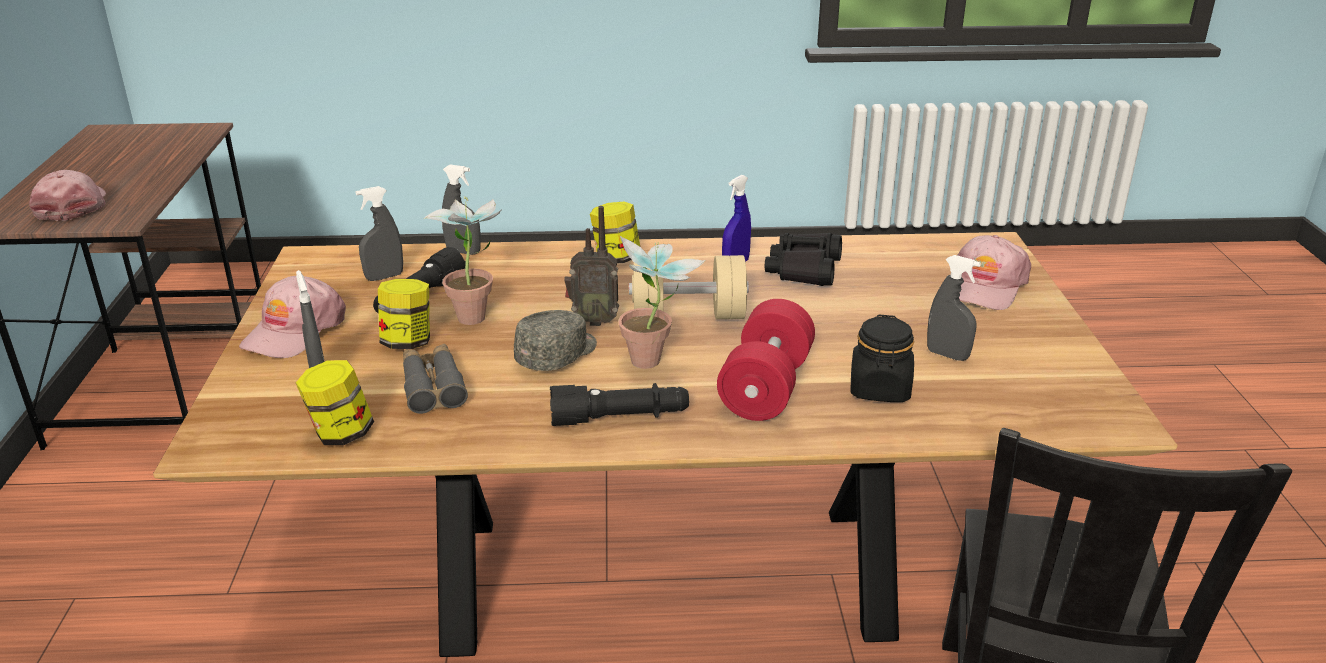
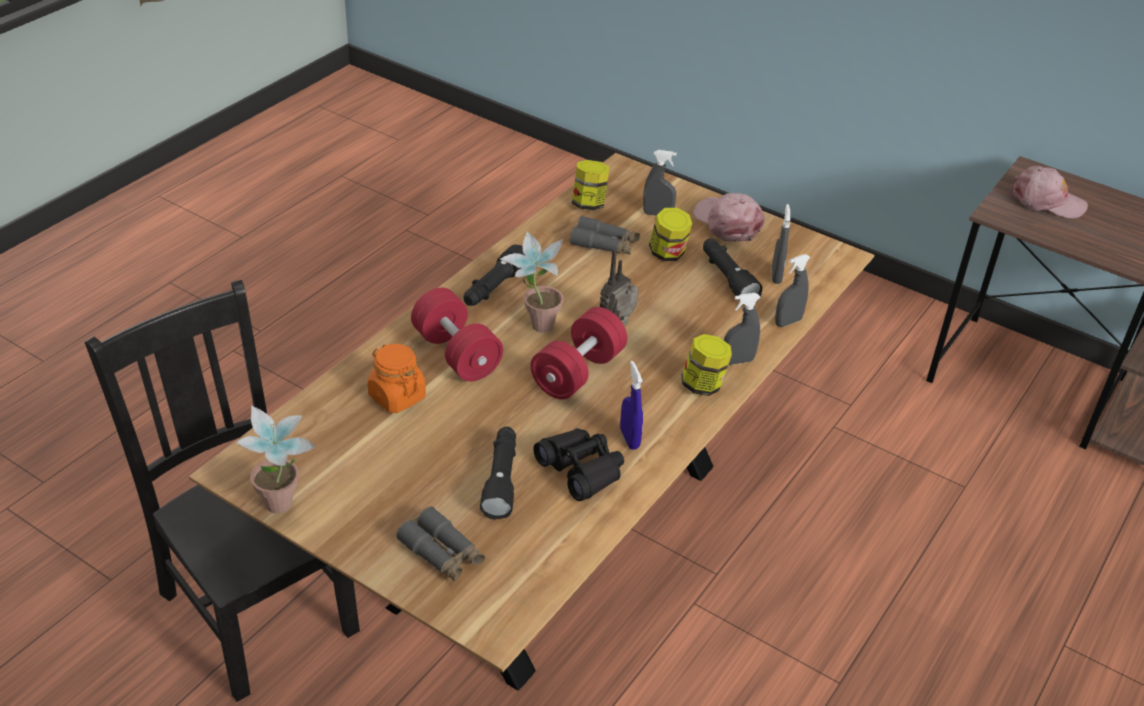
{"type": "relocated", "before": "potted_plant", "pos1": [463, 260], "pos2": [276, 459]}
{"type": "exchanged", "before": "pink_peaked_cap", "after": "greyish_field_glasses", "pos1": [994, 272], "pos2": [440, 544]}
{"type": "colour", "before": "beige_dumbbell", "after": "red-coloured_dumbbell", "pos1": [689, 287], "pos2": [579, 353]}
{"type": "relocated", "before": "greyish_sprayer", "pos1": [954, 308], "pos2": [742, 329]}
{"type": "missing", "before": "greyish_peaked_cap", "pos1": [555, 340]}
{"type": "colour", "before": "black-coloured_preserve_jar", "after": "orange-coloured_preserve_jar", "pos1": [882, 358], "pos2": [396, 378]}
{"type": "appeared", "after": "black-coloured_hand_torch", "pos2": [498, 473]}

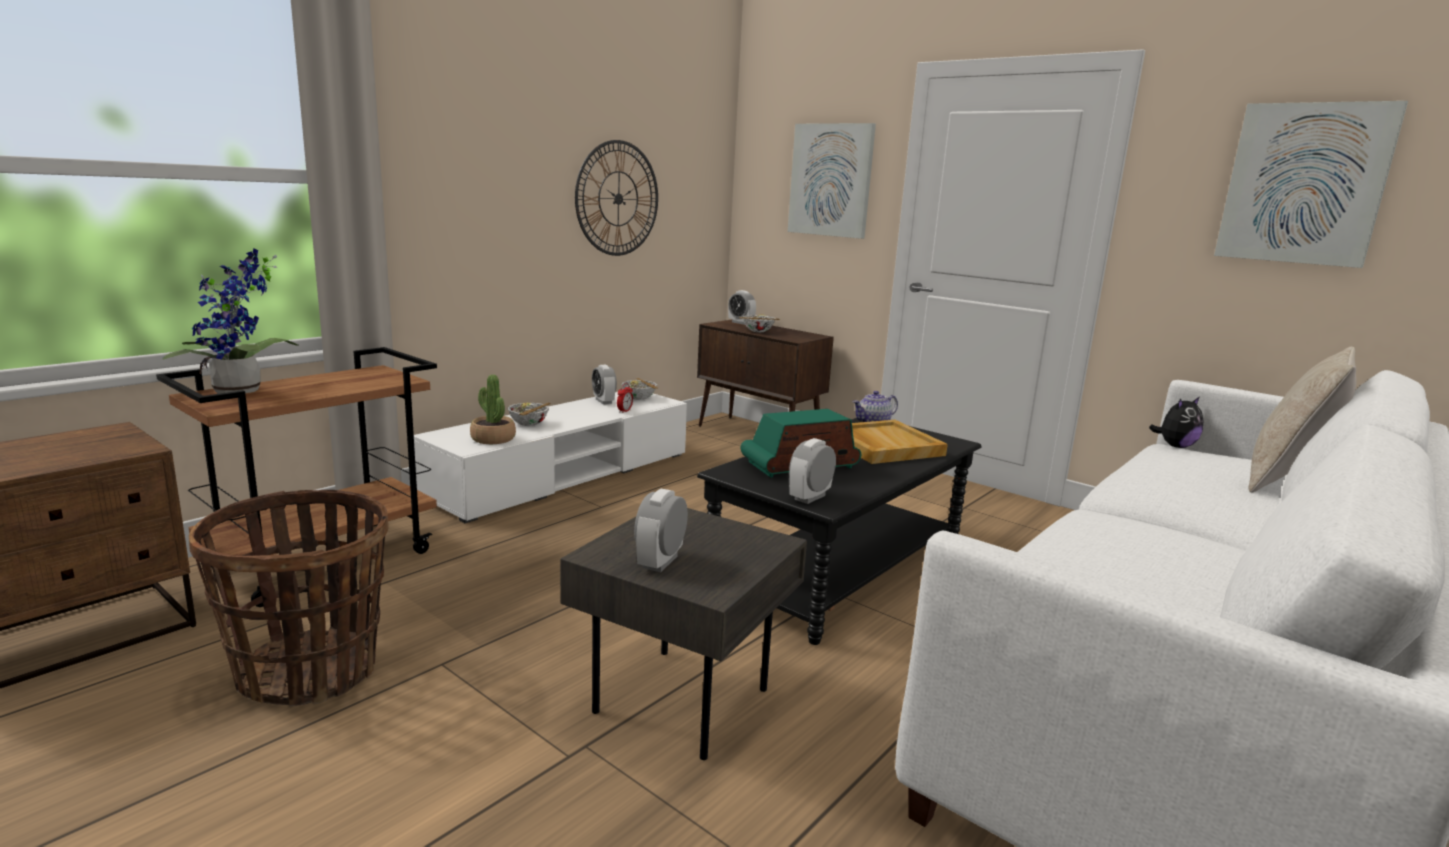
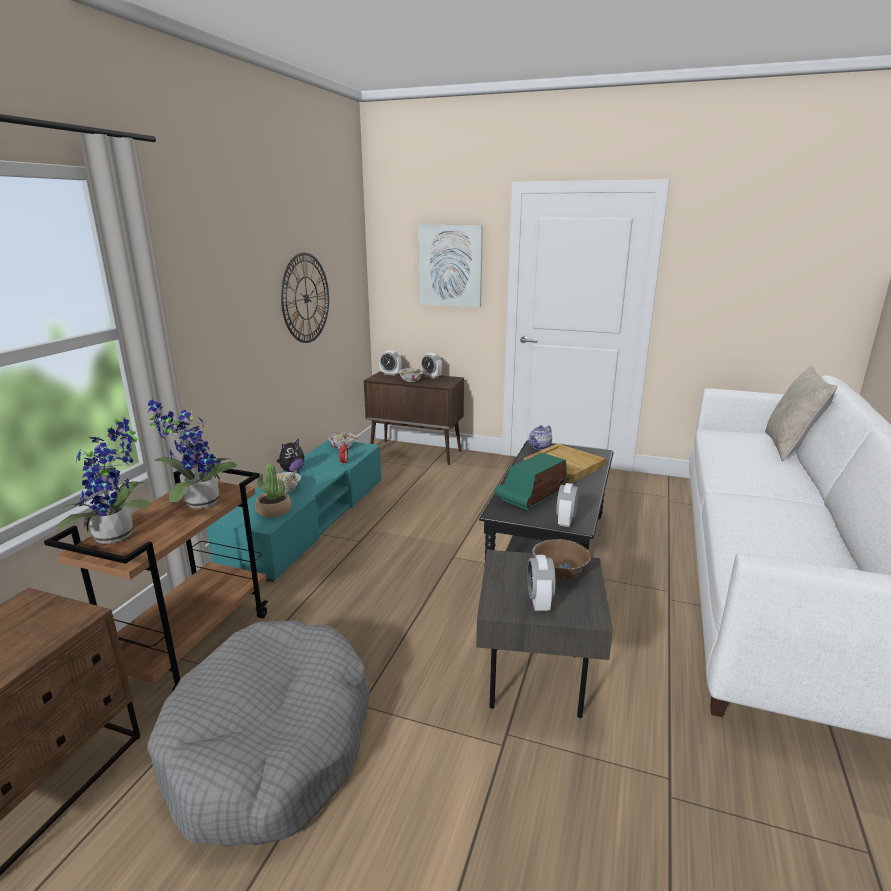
{"type": "missing", "before": "wall_art", "pos1": [1311, 184]}
{"type": "relocated", "before": "bedside_clock", "pos1": [604, 384], "pos2": [431, 365]}
{"type": "colour", "before": "white-coloured_media_console", "after": "blue-green_media_console", "pos1": [550, 457], "pos2": [294, 510]}
{"type": "relocated", "before": "plush_toy", "pos1": [1176, 422], "pos2": [290, 455]}
{"type": "exchanged", "before": "basket", "after": "greyish_pet_bed", "pos1": [288, 598], "pos2": [258, 733]}
{"type": "appeared", "after": "potted_plant", "pos2": [192, 454]}
{"type": "appeared", "after": "brownish_bowl", "pos2": [561, 559]}

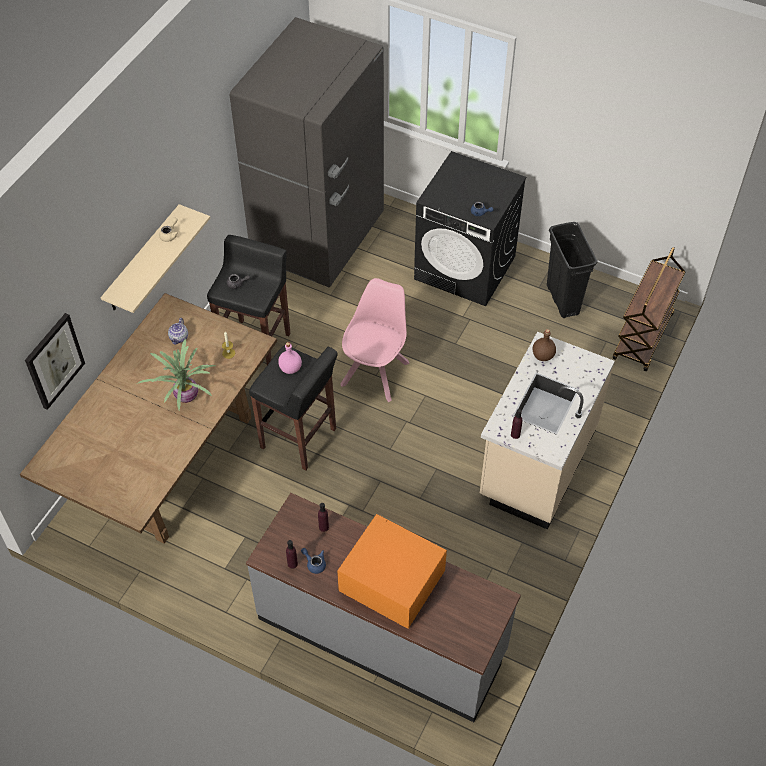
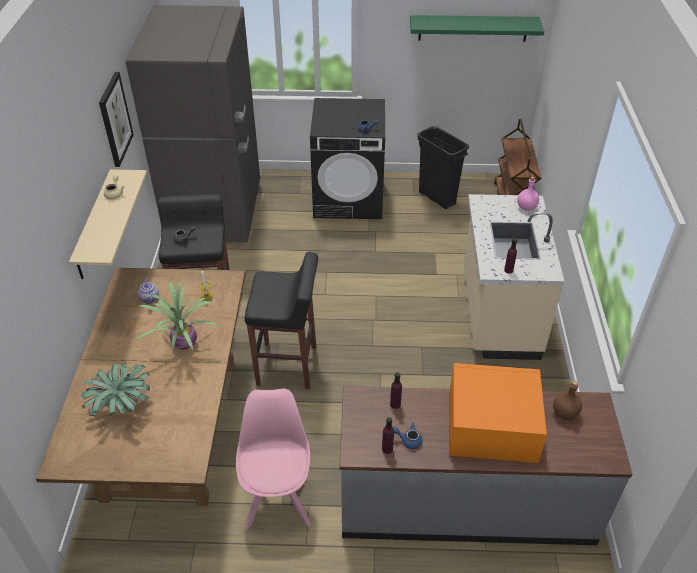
{"type": "relocated", "before": "pink_upright_chair", "pos1": [375, 340], "pos2": [273, 459]}
{"type": "relocated", "before": "wall_art", "pos1": [55, 361], "pos2": [116, 119]}
{"type": "relocated", "before": "brownish_beverage_bottle", "pos1": [544, 345], "pos2": [567, 400]}
{"type": "relocated", "before": "pink_beverage_bottle", "pos1": [290, 358], "pos2": [528, 194]}
{"type": "appeared", "after": "green-coloured_wall_shelf", "pos2": [477, 28]}
{"type": "appeared", "after": "potted_plant", "pos2": [115, 389]}

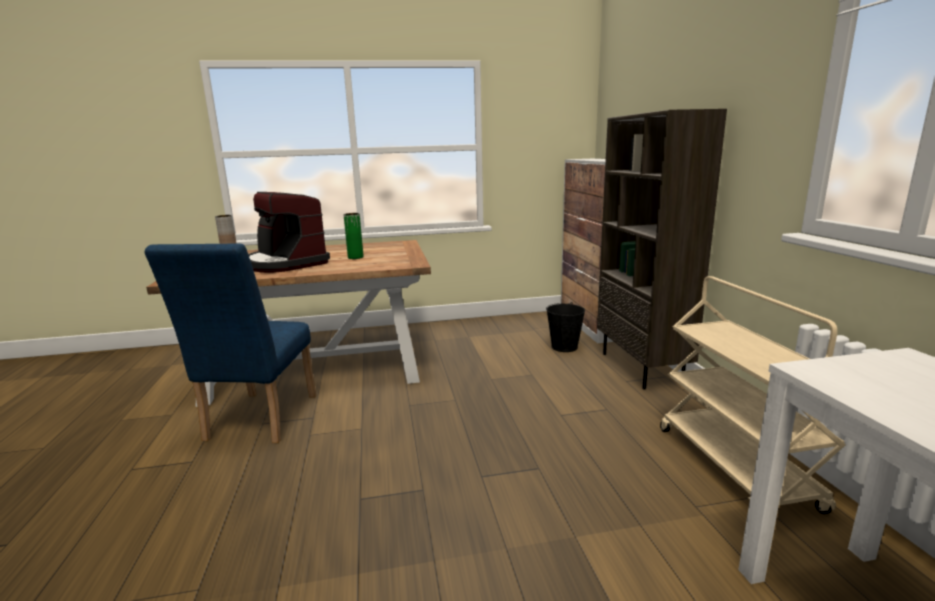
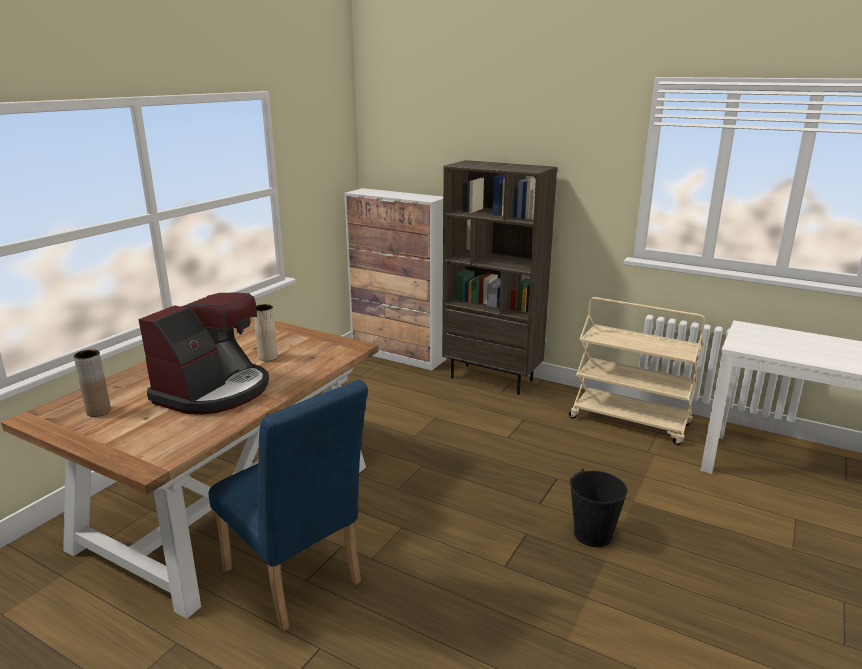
{"type": "spun", "before": "coffee_machine", "pos1": [289, 232], "pos2": [203, 354], "turn": -60}
{"type": "colour", "before": "green-coloured_decorative_vase", "after": "beige_decorative_vase", "pos1": [354, 236], "pos2": [266, 332]}
{"type": "relocated", "before": "black-coloured_pail", "pos1": [565, 327], "pos2": [598, 508]}

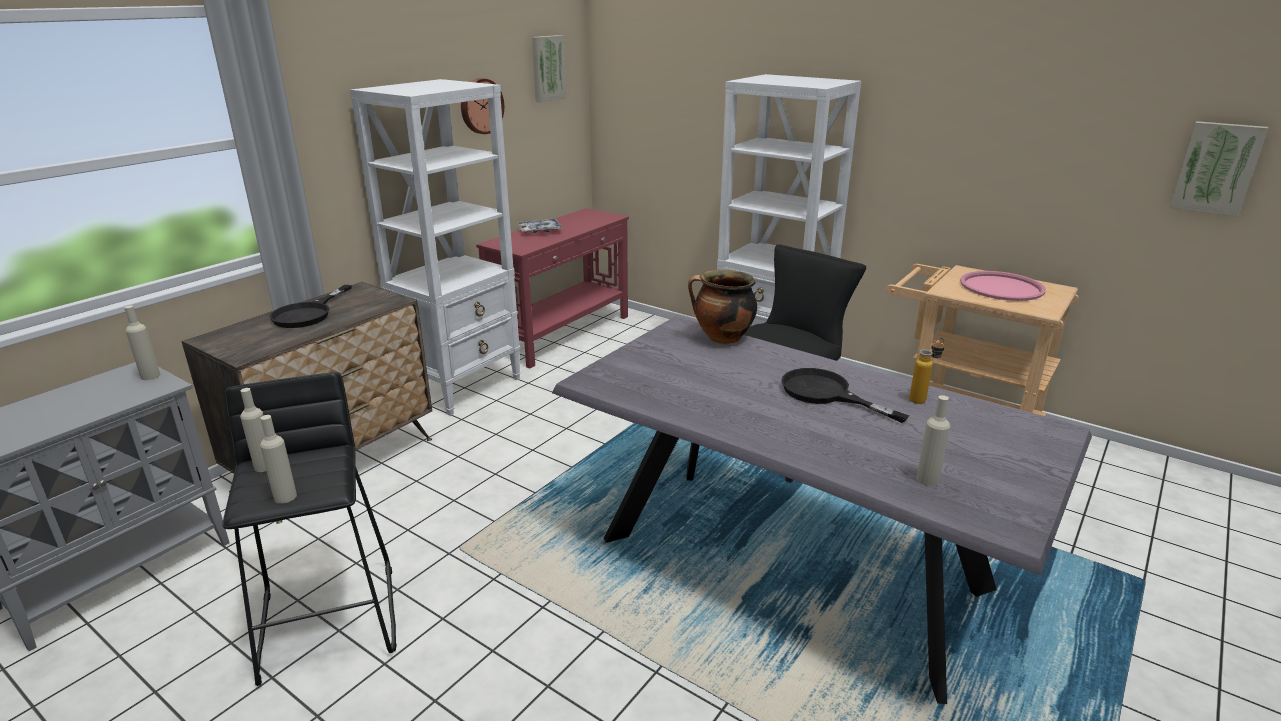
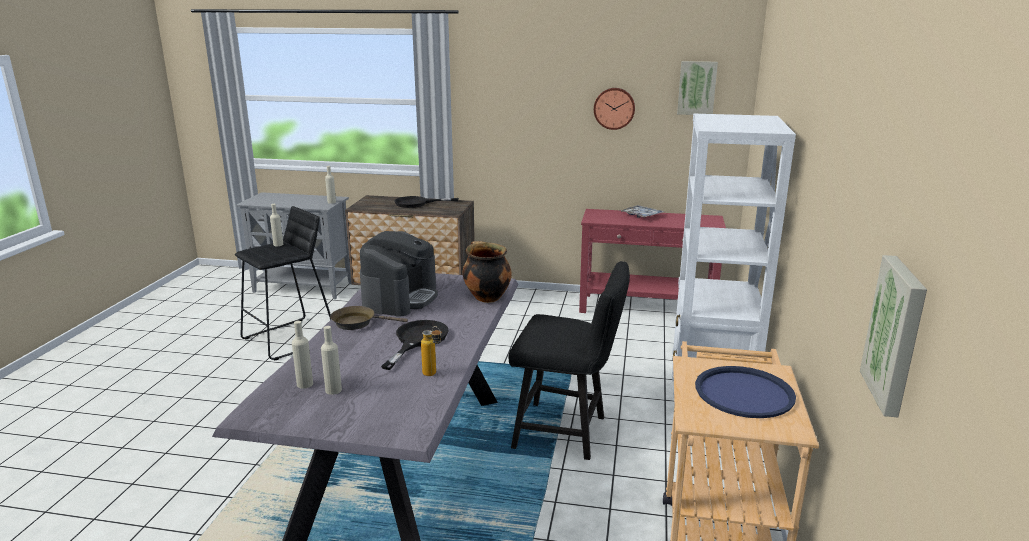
{"type": "missing", "before": "white-coloured_shelving_unit", "pos1": [435, 247]}
{"type": "colour", "before": "pink_carrying_tray", "after": "blue-coloured_carrying_tray", "pos1": [1003, 286], "pos2": [745, 392]}
{"type": "relocated", "before": "beige_beverage_bottle", "pos1": [278, 459], "pos2": [331, 360]}
{"type": "appeared", "after": "coffee_machine", "pos2": [399, 274]}
{"type": "appeared", "after": "brownish_skillet", "pos2": [369, 318]}

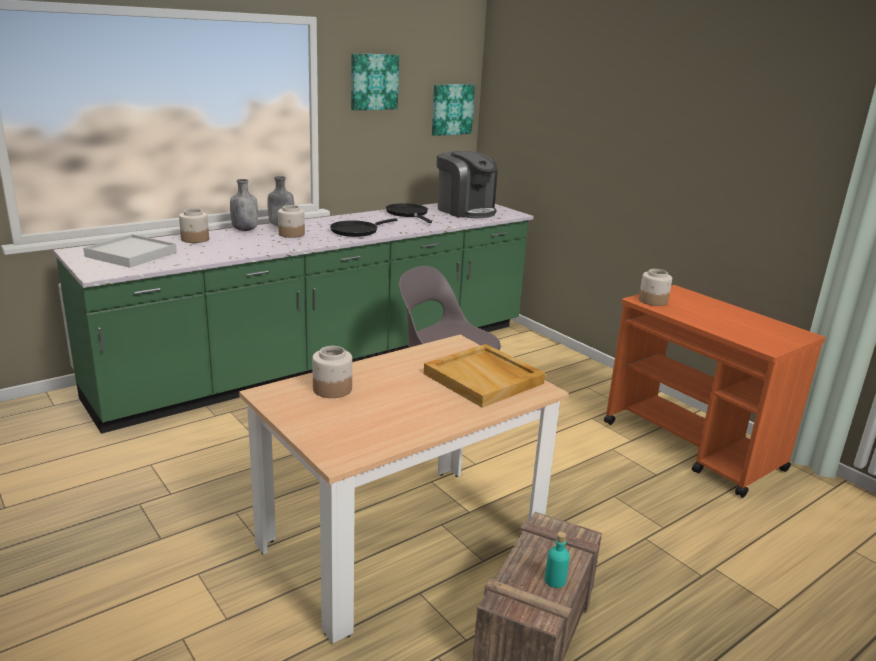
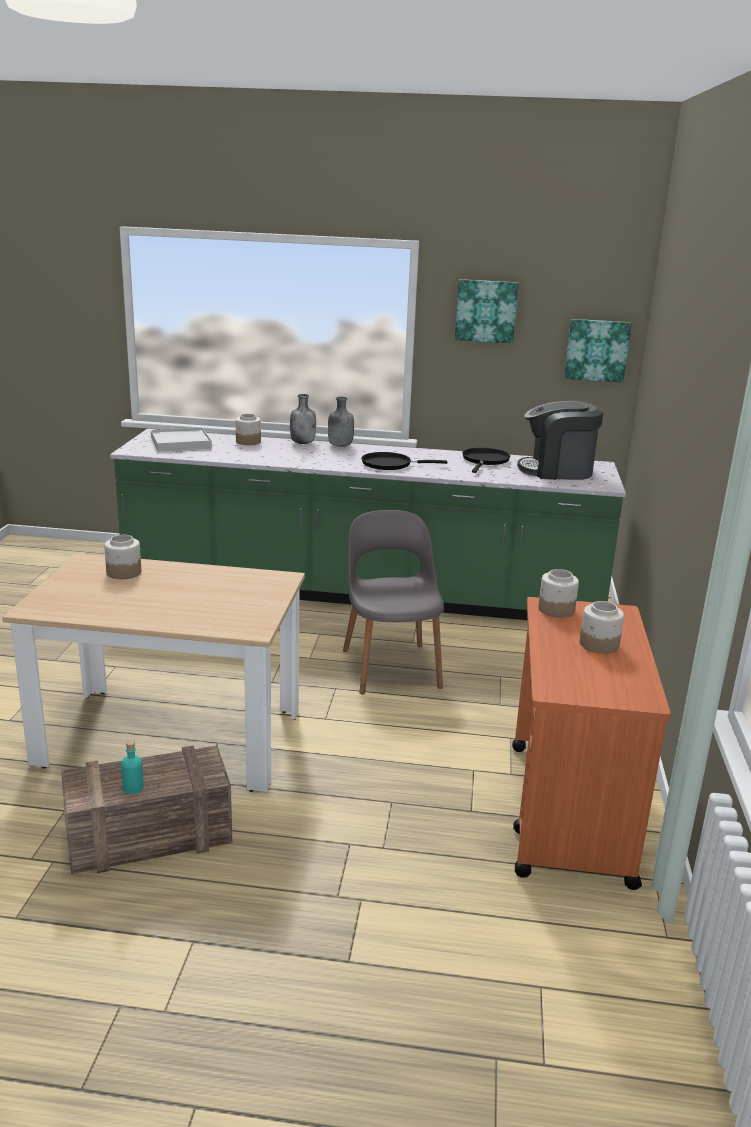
{"type": "spun", "before": "coffee_machine", "pos1": [467, 184], "pos2": [560, 440], "turn": 90}
{"type": "relocated", "before": "preserve_jar", "pos1": [291, 221], "pos2": [602, 627]}
{"type": "missing", "before": "beige_carrying_tray", "pos1": [484, 376]}

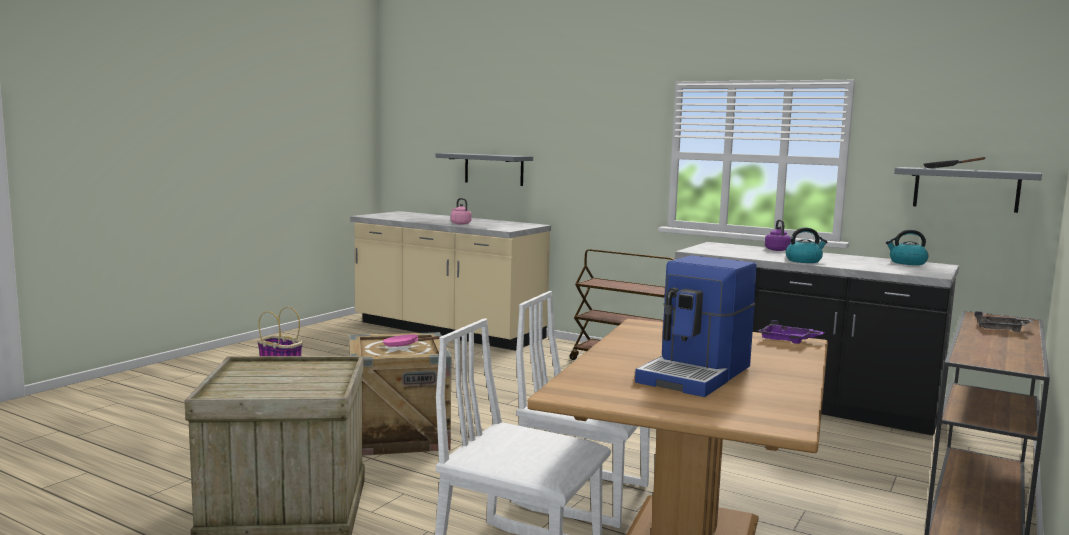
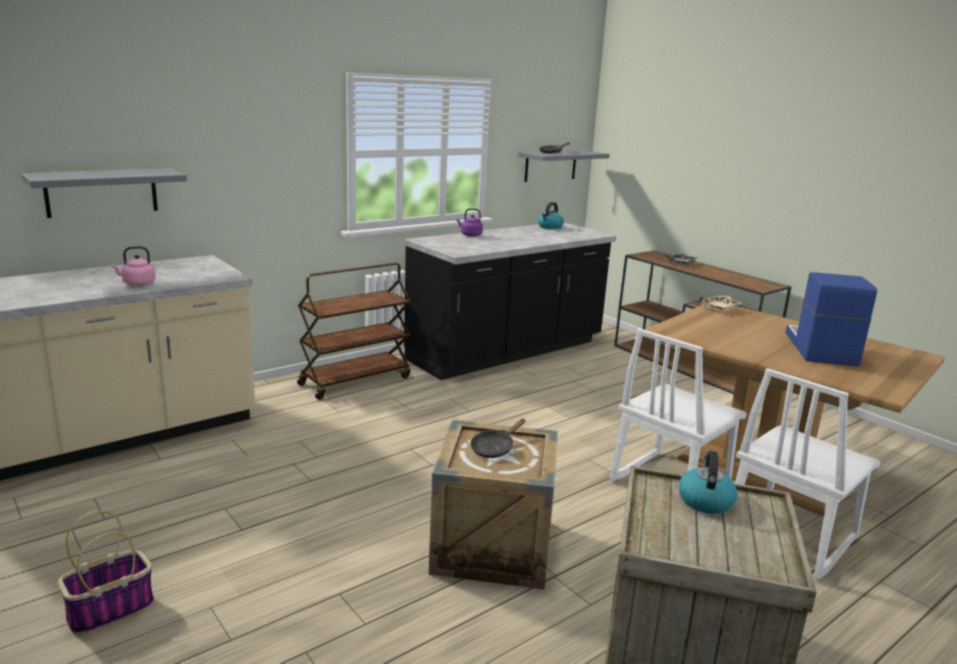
{"type": "relocated", "before": "water_kettle", "pos1": [806, 245], "pos2": [707, 482]}
{"type": "spun", "before": "coffee_machine", "pos1": [696, 326], "pos2": [831, 319], "turn": -135}
{"type": "colour", "before": "purple-coloured_carrying_tray", "after": "beige_carrying_tray", "pos1": [791, 332], "pos2": [720, 303]}
{"type": "colour", "before": "pink_skillet", "after": "black-coloured_skillet", "pos1": [411, 340], "pos2": [498, 438]}

